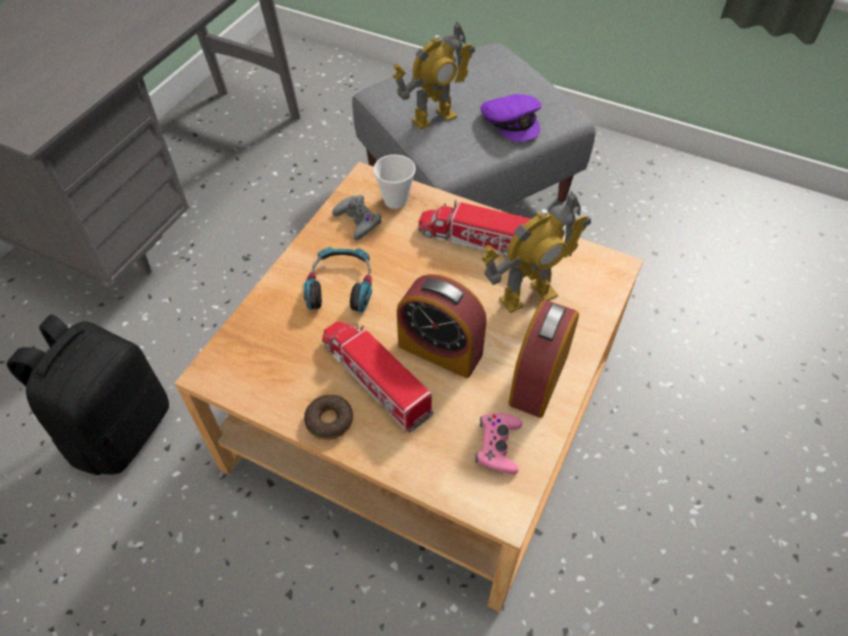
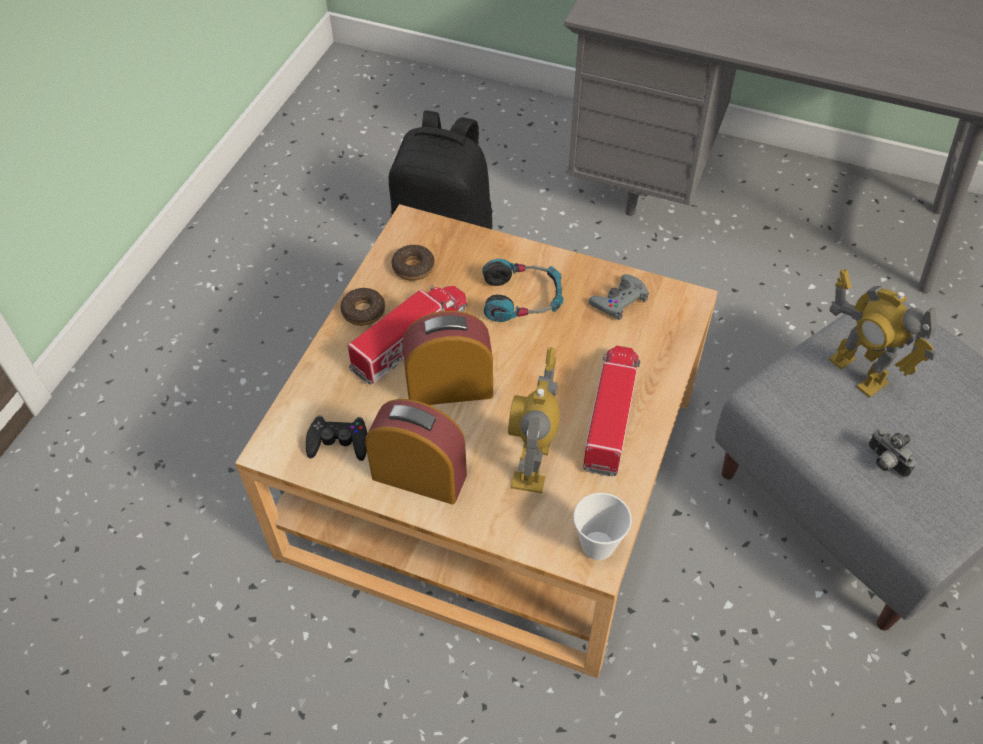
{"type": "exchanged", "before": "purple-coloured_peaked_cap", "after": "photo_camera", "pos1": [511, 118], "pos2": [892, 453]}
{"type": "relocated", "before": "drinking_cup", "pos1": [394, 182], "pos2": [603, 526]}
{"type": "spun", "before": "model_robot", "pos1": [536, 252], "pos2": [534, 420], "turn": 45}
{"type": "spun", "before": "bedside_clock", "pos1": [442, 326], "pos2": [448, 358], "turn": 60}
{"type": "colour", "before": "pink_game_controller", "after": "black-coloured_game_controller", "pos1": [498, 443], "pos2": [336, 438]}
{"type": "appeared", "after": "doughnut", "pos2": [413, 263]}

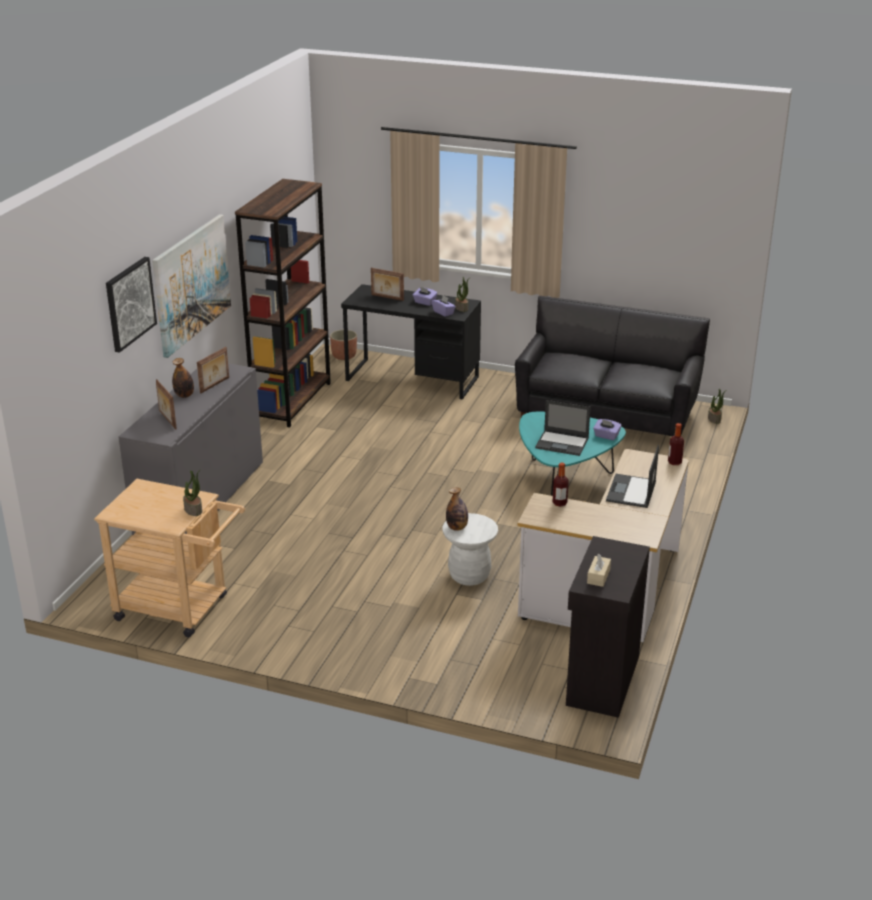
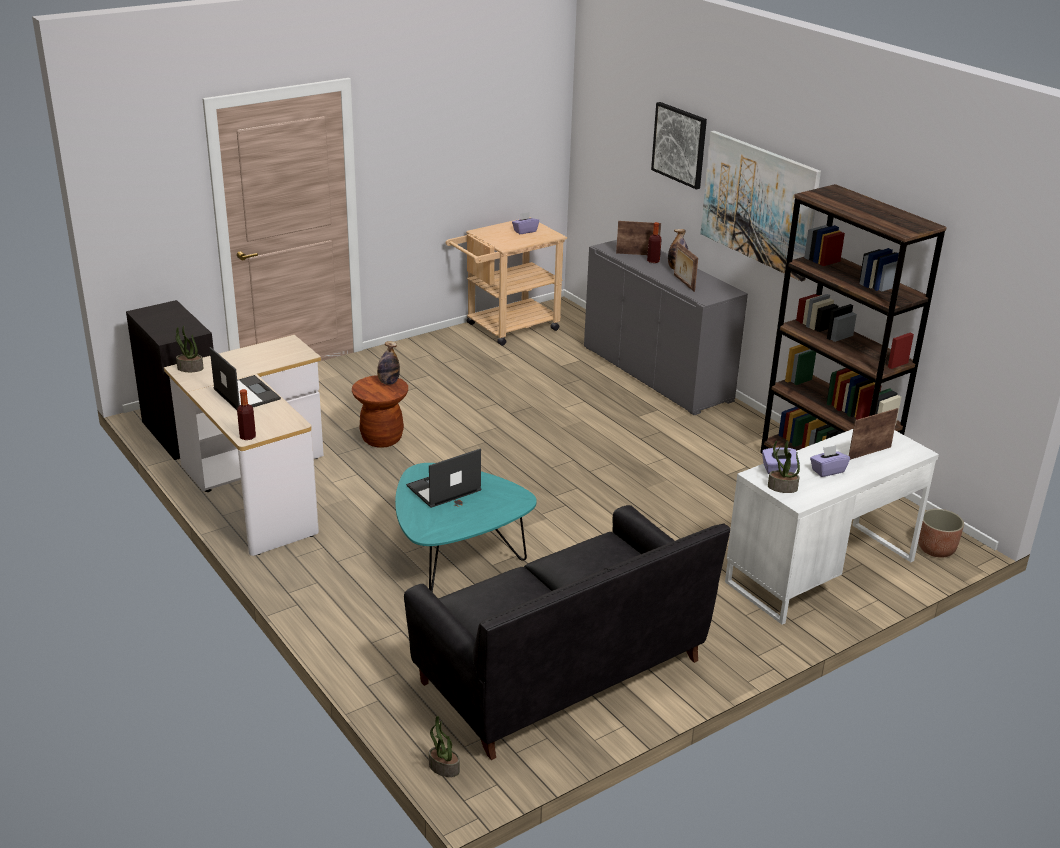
{"type": "colour", "before": "black-coloured_desk_unit", "after": "white-coloured_desk_unit", "pos1": [411, 342], "pos2": [832, 527]}
{"type": "relocated", "before": "purple-coloured_box_of_tissues", "pos1": [607, 429], "pos2": [525, 223]}
{"type": "relocated", "before": "beverage_bottle", "pos1": [560, 484], "pos2": [654, 242]}
{"type": "relocated", "before": "potted_plant", "pos1": [192, 492], "pos2": [190, 349]}
{"type": "colour", "before": "white-coloured_stool", "after": "brownish_stool", "pos1": [470, 549], "pos2": [380, 411]}
{"type": "missing", "before": "beige_box_of_tissues", "pos1": [599, 570]}

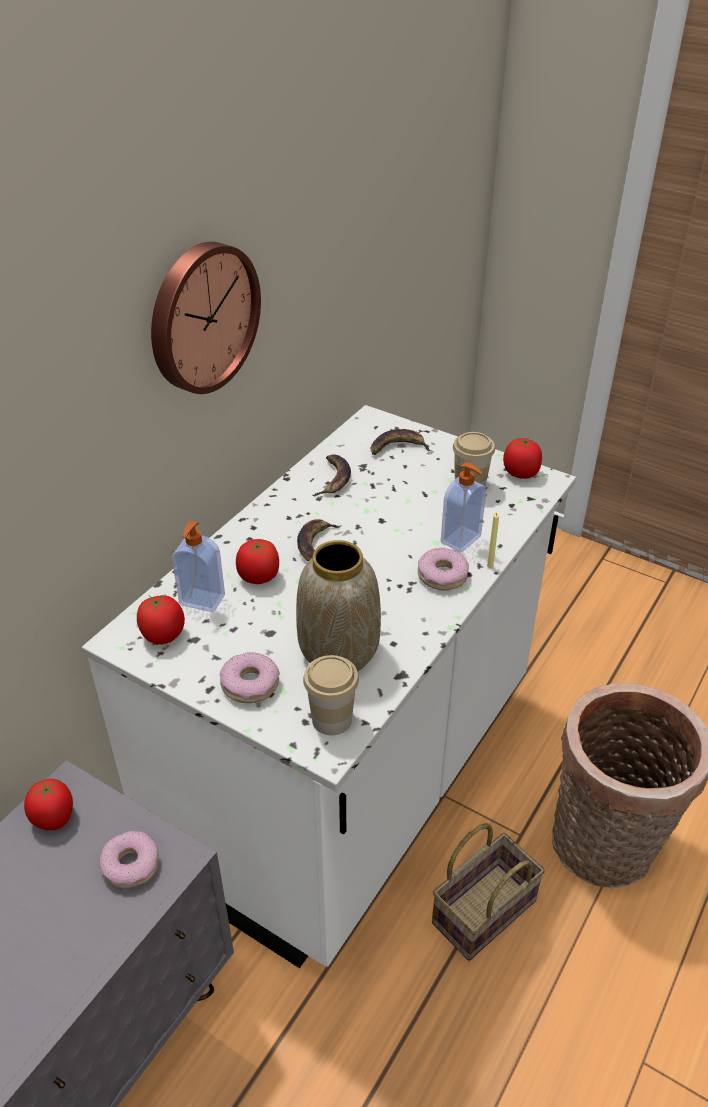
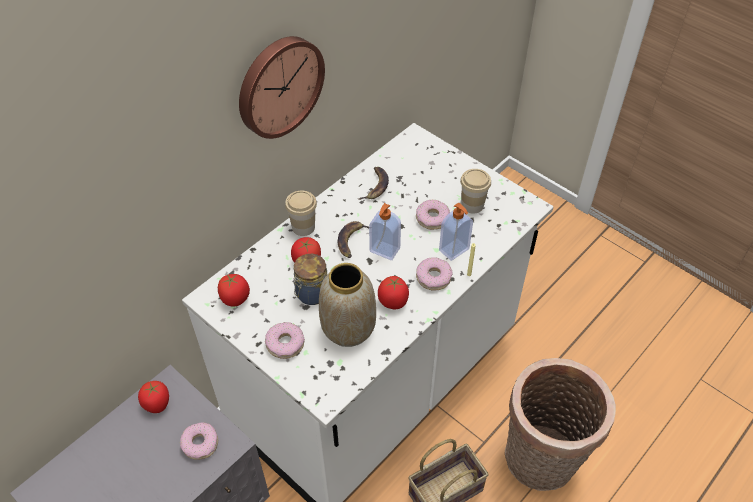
{"type": "missing", "before": "banana", "pos1": [401, 442]}
{"type": "relocated", "before": "whole_tomato", "pos1": [522, 458], "pos2": [393, 292]}
{"type": "relocated", "before": "soap_dispenser", "pos1": [198, 566], "pos2": [385, 231]}
{"type": "relocated", "before": "drinking_cup", "pos1": [331, 695], "pos2": [301, 213]}
{"type": "appeared", "after": "doughnut", "pos2": [433, 214]}
{"type": "appeared", "after": "preserve_jar", "pos2": [310, 279]}

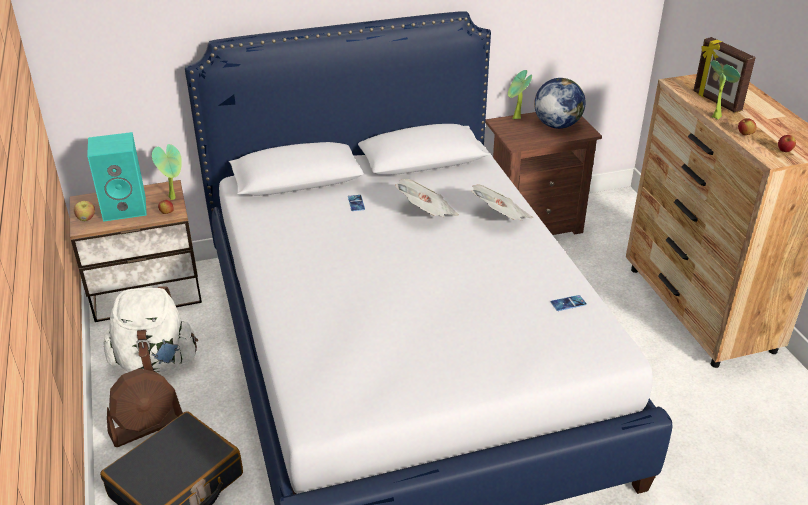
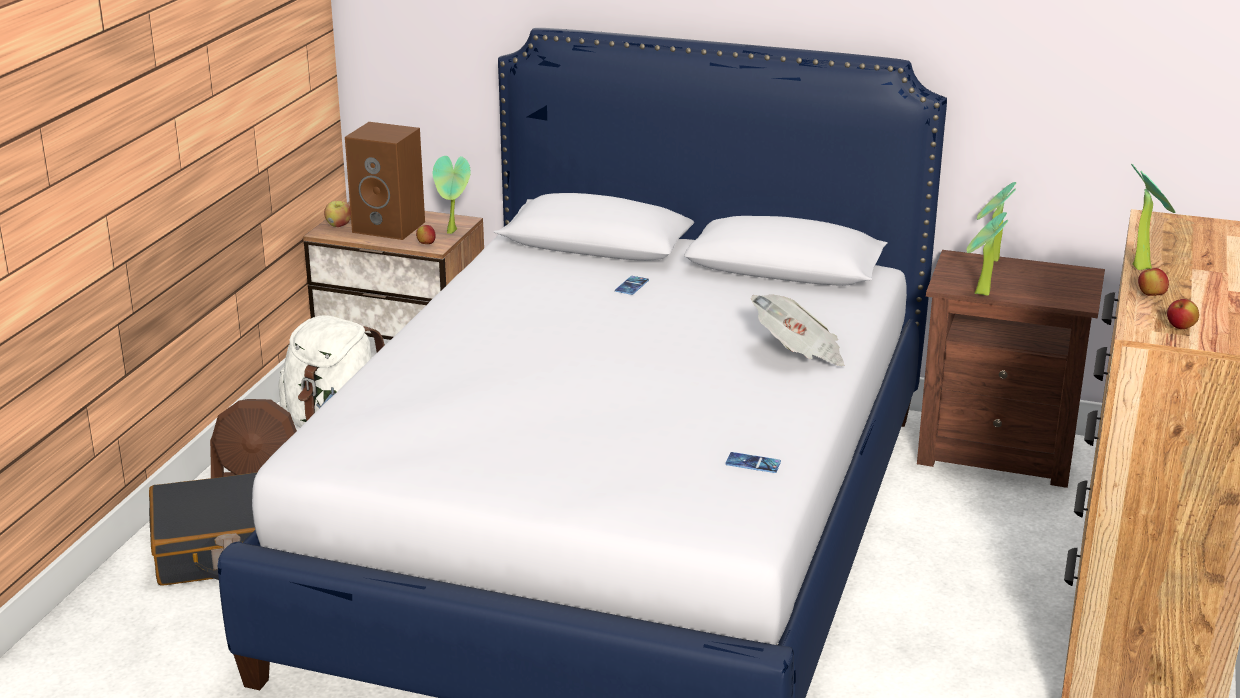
{"type": "missing", "before": "picture_frame", "pos1": [724, 75]}
{"type": "missing", "before": "globe", "pos1": [559, 103]}
{"type": "colour", "before": "blue-green_loudspeaker", "after": "brownish_loudspeaker", "pos1": [117, 177], "pos2": [385, 181]}
{"type": "missing", "before": "newspaper", "pos1": [427, 198]}
{"type": "appeared", "after": "potted_plant", "pos2": [987, 254]}

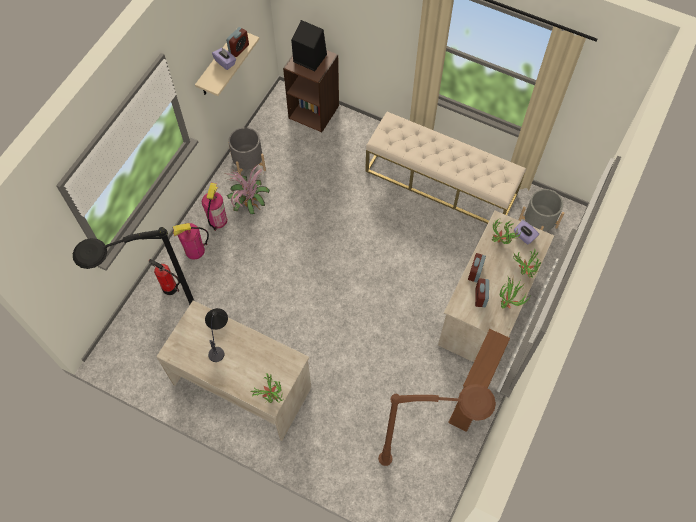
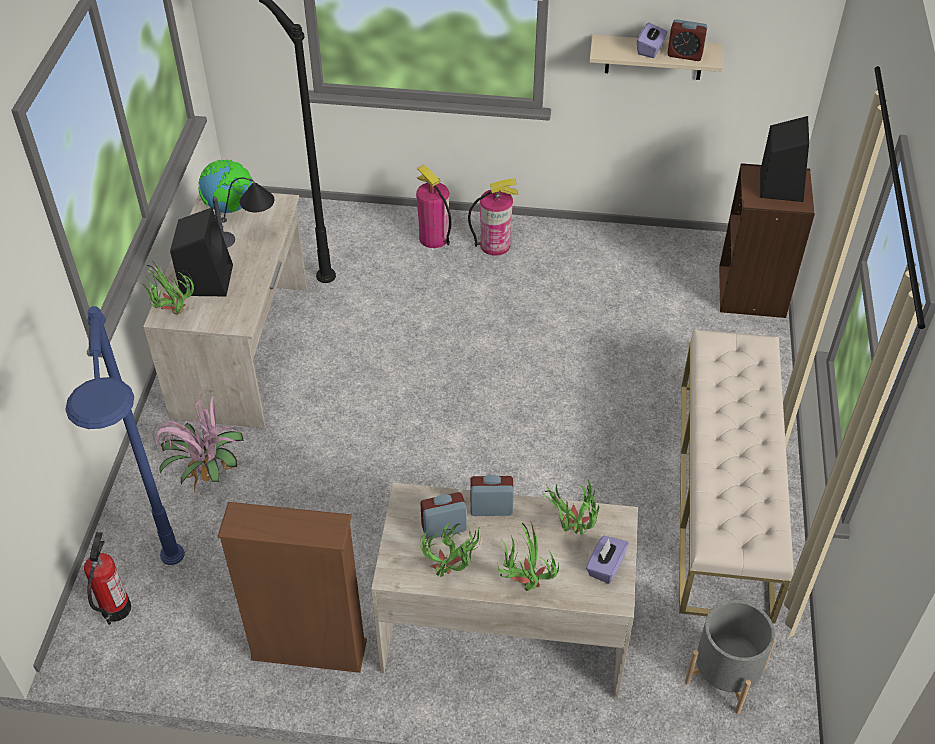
{"type": "missing", "before": "greyish_planter", "pos1": [247, 151]}
{"type": "relocated", "before": "potted_plant", "pos1": [248, 188], "pos2": [198, 442]}
{"type": "relocated", "before": "extinguisher", "pos1": [164, 277], "pos2": [107, 578]}
{"type": "colour", "before": "brownish_standard_lamp", "after": "blue-coloured_standard_lamp", "pos1": [437, 425], "pos2": [125, 435]}
{"type": "appeared", "after": "globe", "pos2": [225, 186]}
{"type": "appeared", "after": "black-coloured_loudspeaker", "pos2": [201, 251]}

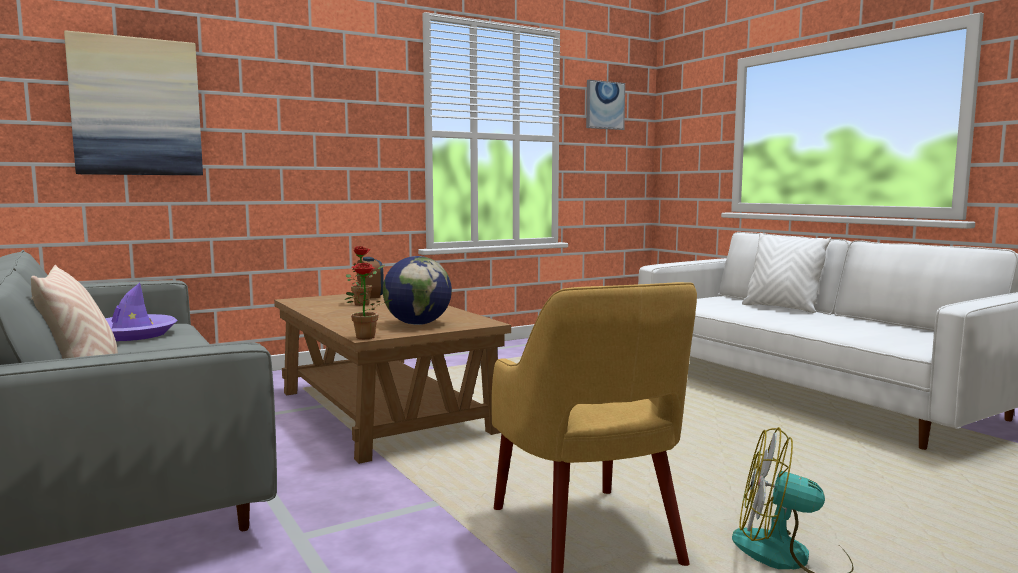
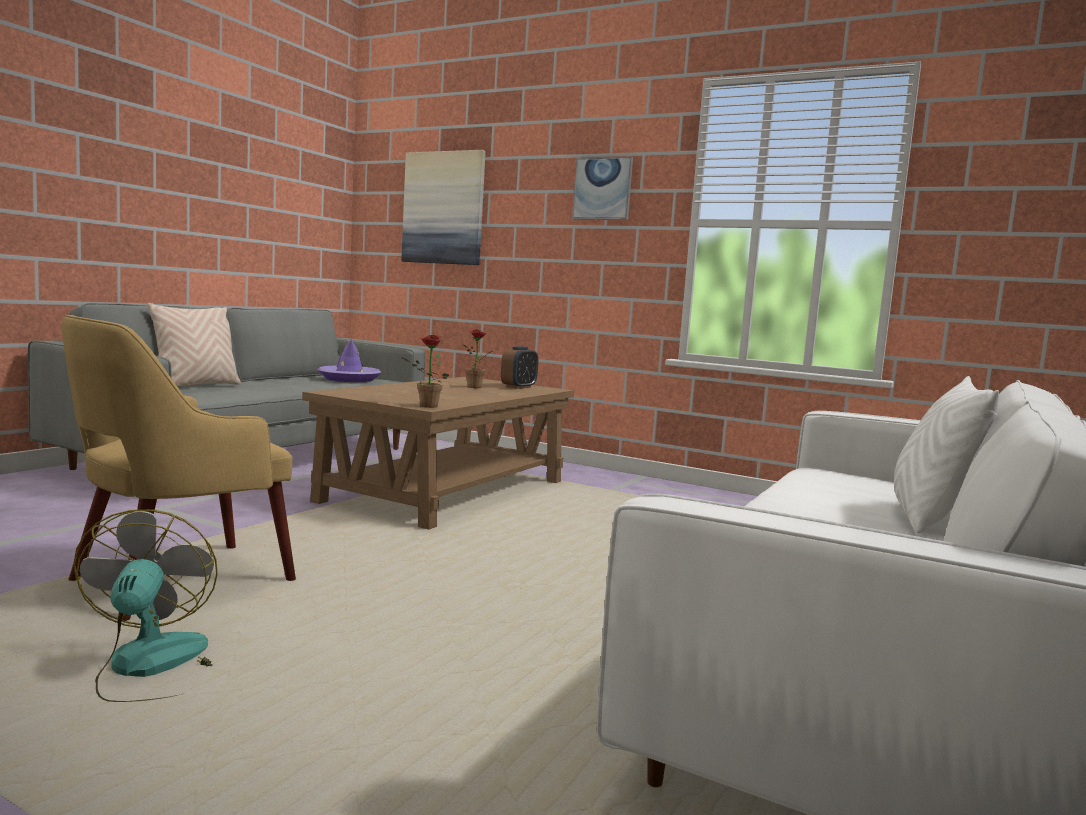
{"type": "relocated", "before": "wall_art", "pos1": [605, 105], "pos2": [602, 188]}
{"type": "missing", "before": "globe", "pos1": [417, 290]}
{"type": "relocated", "before": "potted_plant", "pos1": [369, 300], "pos2": [425, 371]}

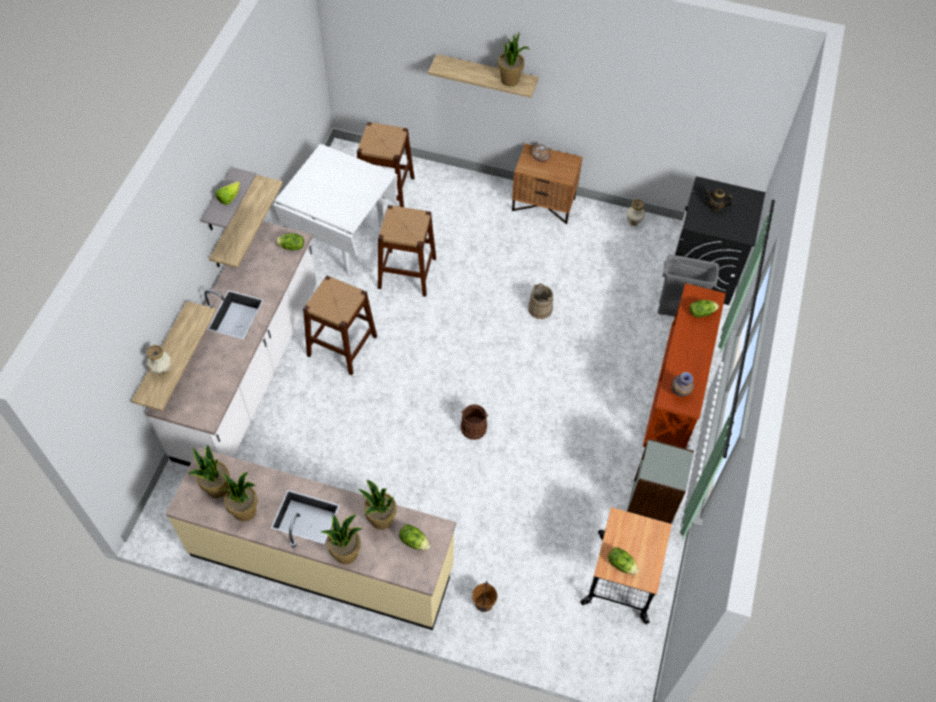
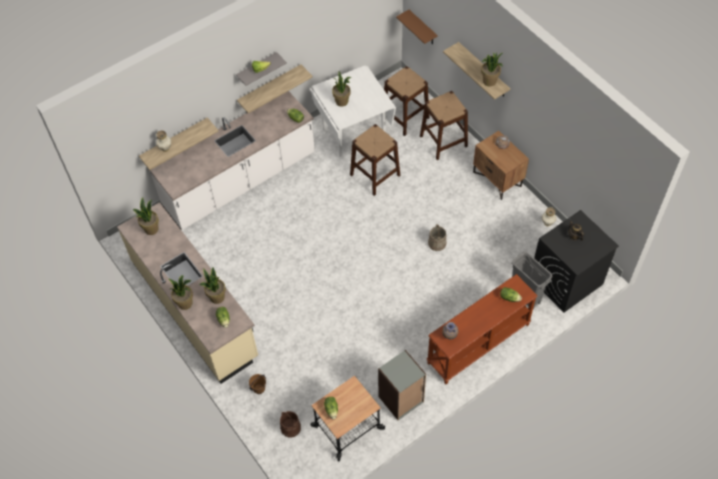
{"type": "relocated", "before": "brownish_stool", "pos1": [340, 326], "pos2": [444, 125]}
{"type": "relocated", "before": "brownish_pail", "pos1": [475, 422], "pos2": [290, 424]}
{"type": "relocated", "before": "potted_plant", "pos1": [239, 496], "pos2": [341, 89]}
{"type": "appeared", "after": "brownish_wall_shelf", "pos2": [417, 27]}

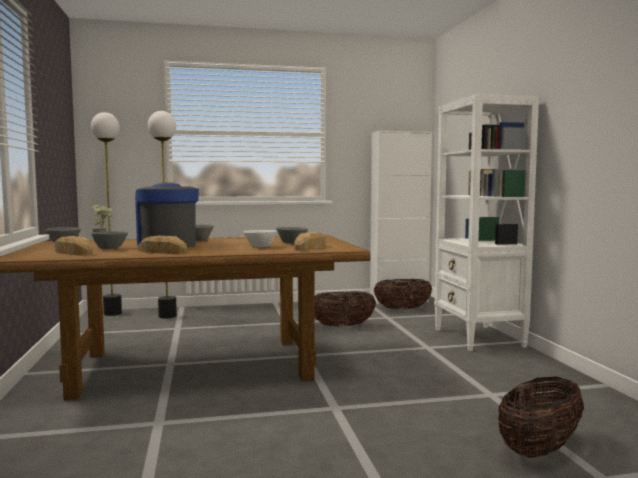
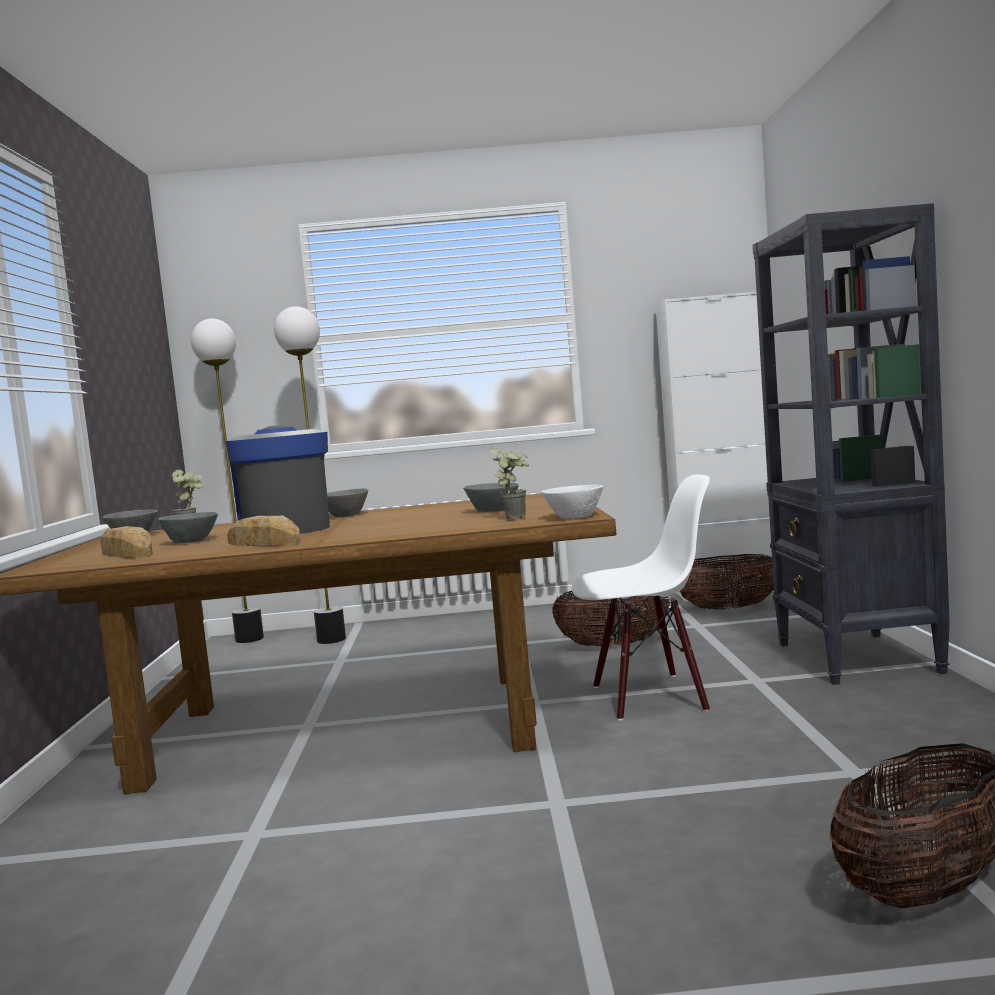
{"type": "colour", "before": "white-coloured_shelving_unit", "after": "black-coloured_shelving_unit", "pos1": [486, 222], "pos2": [851, 444]}
{"type": "relocated", "before": "white-coloured_bowl", "pos1": [260, 238], "pos2": [572, 502]}
{"type": "exchanged", "before": "bakery_bread", "after": "potted_plant", "pos1": [310, 241], "pos2": [509, 484]}
{"type": "appeared", "after": "white-coloured_upright_chair", "pos2": [641, 597]}

